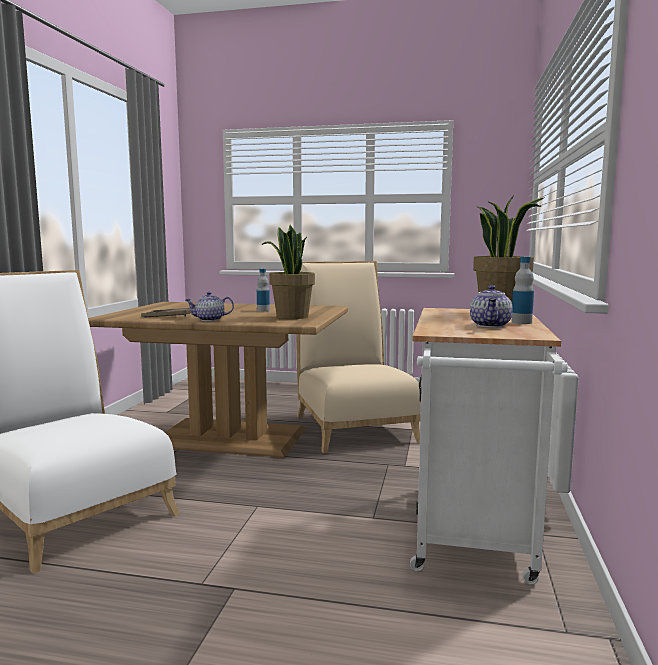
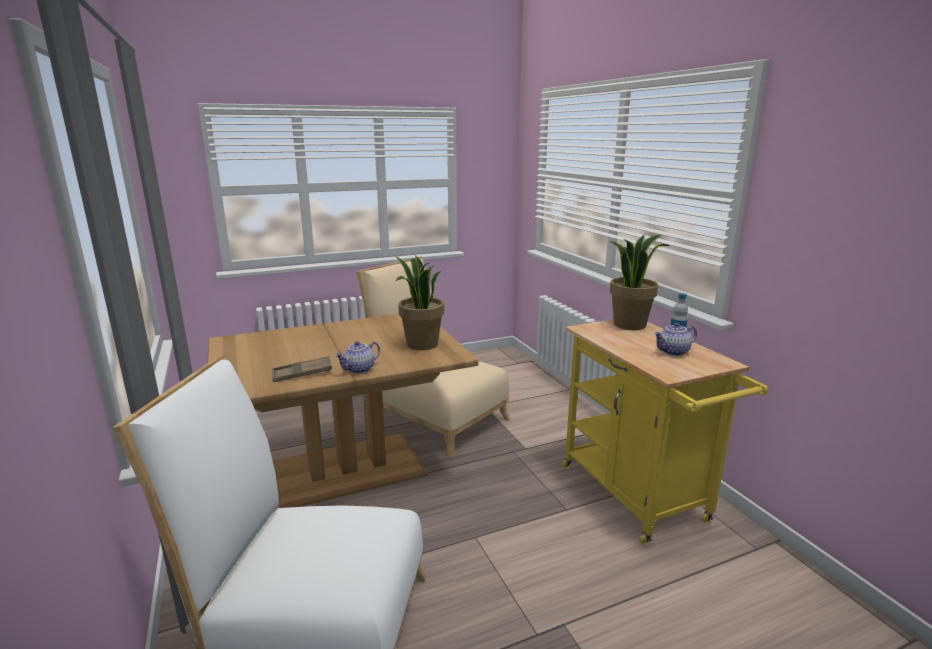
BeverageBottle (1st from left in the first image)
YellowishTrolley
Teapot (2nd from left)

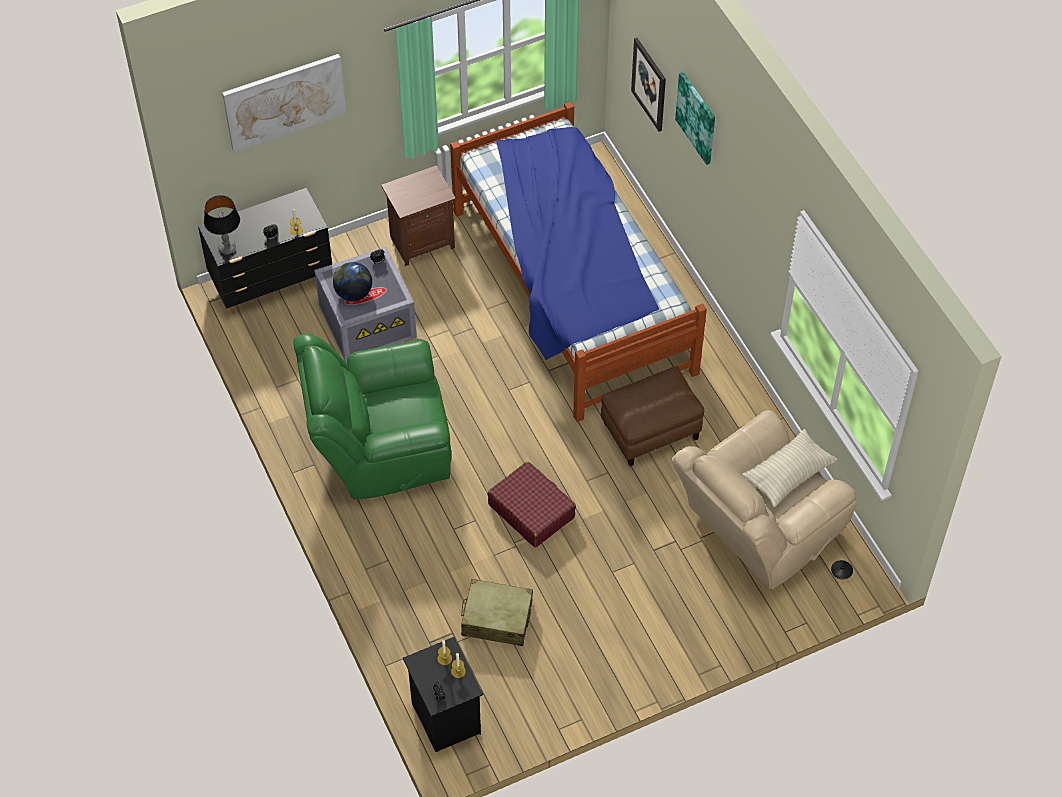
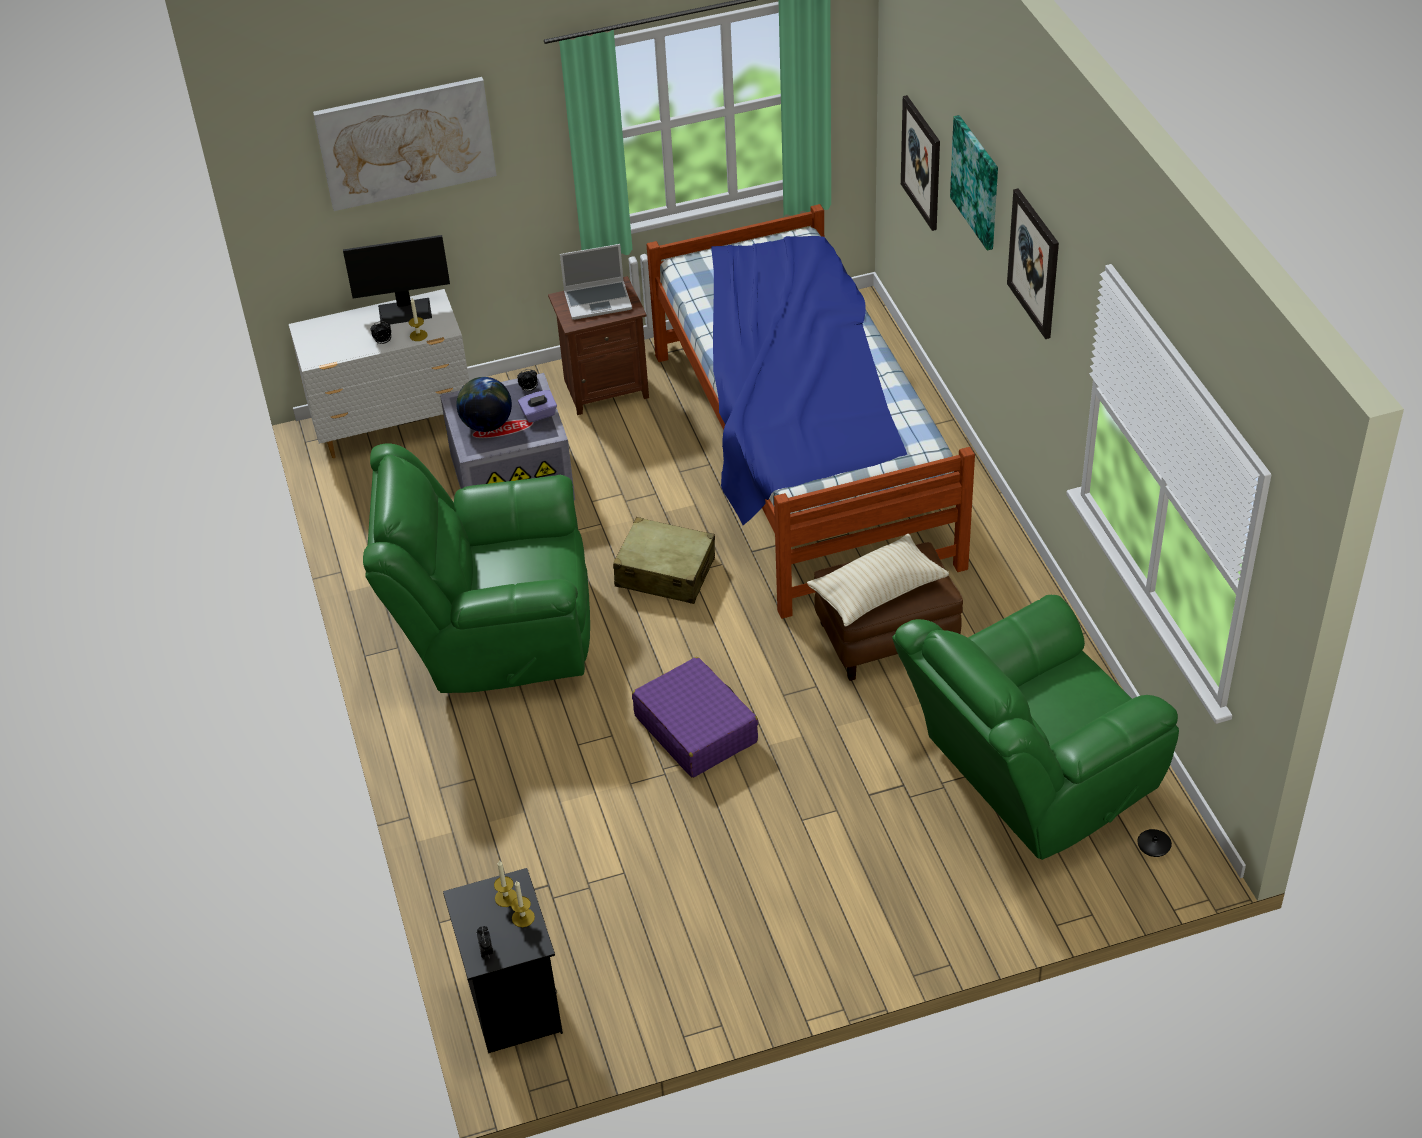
LampForATable
ComputerScreen
PurpleColouredBoxOfTissues
PortableComputer
WallArt (4th from left)
BeigeTravelCase
BeigePillow
WhiteColouredDresser
PurpleColouredTravelCase
GreenishLoungeChair (2nd from left)

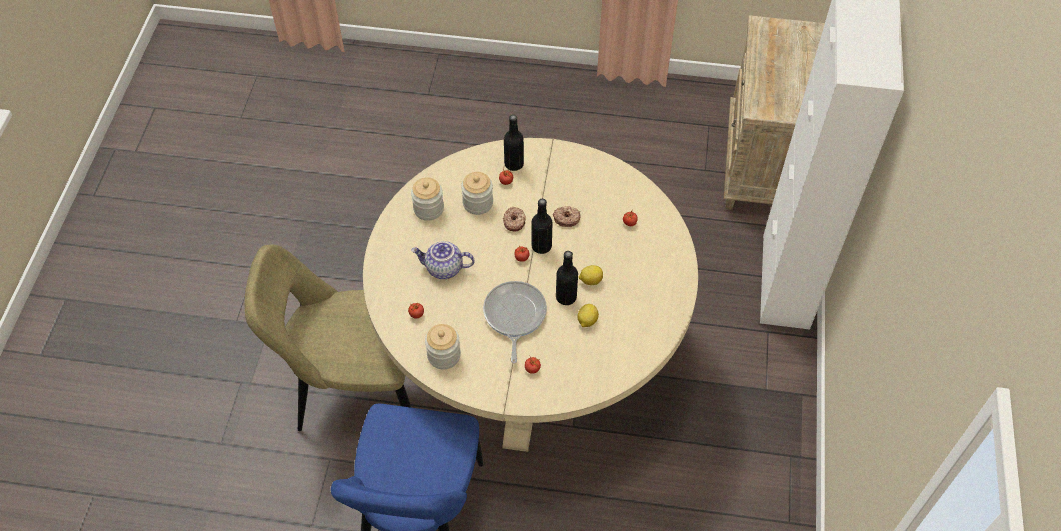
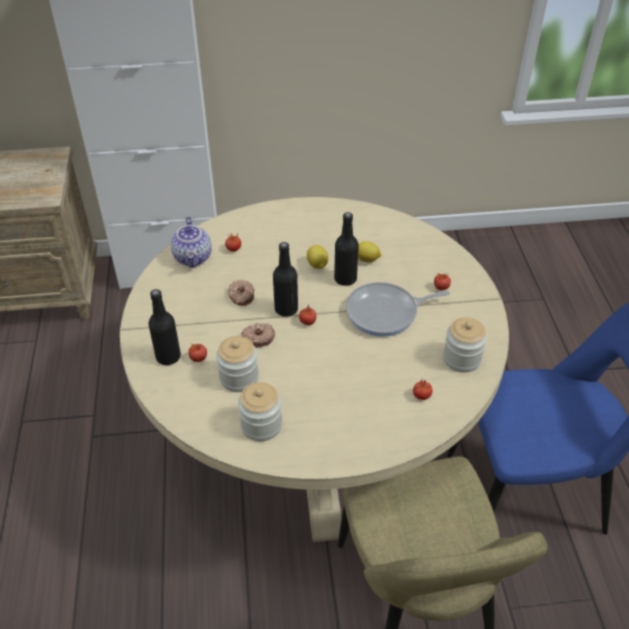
Teapot

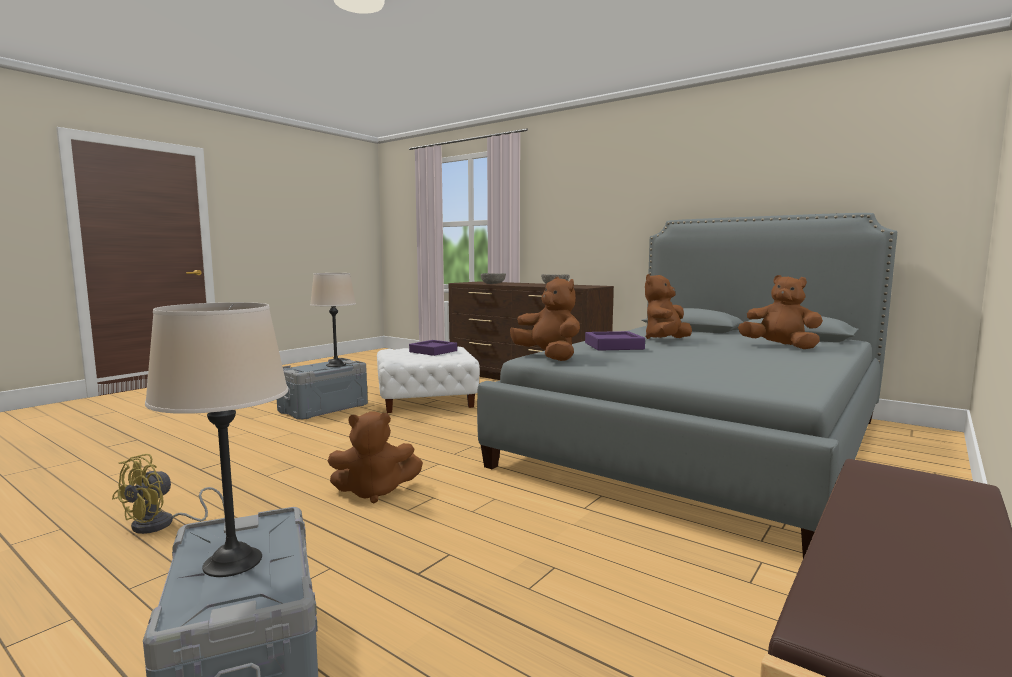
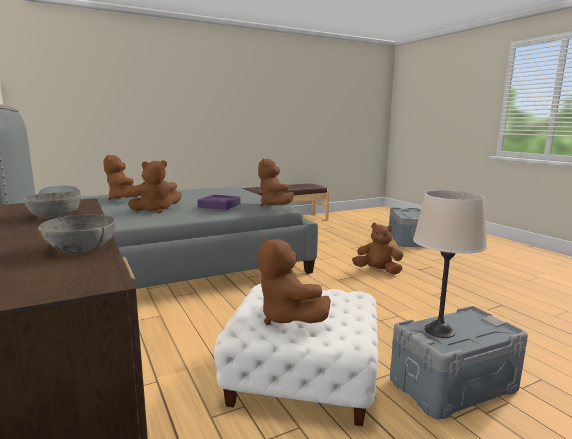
YellowishFan
BeigeLampForATable (1st from left in the first image)
BrownColouredCuddlyToy (4th from left)

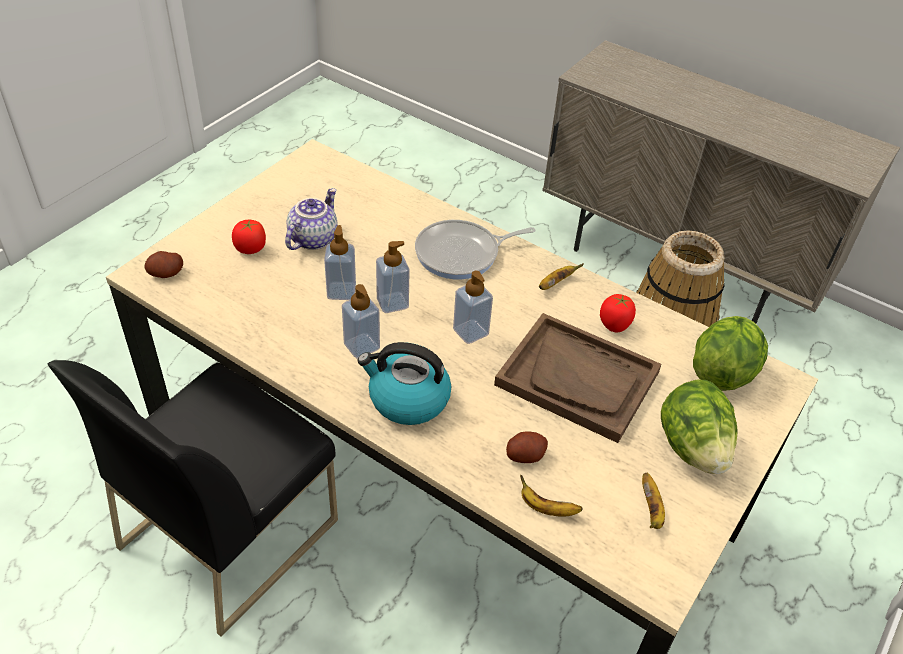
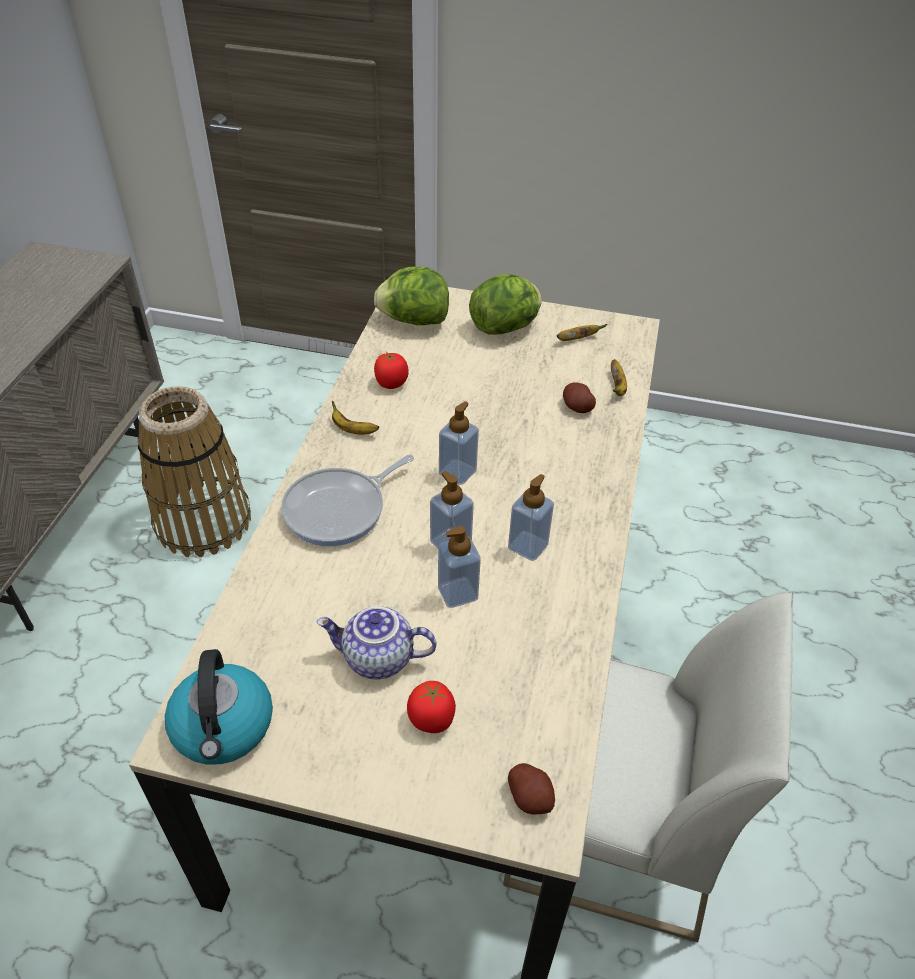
BrownColouredServingTray
TeaKettle
WhiteColouredPlainChair
FryingPan

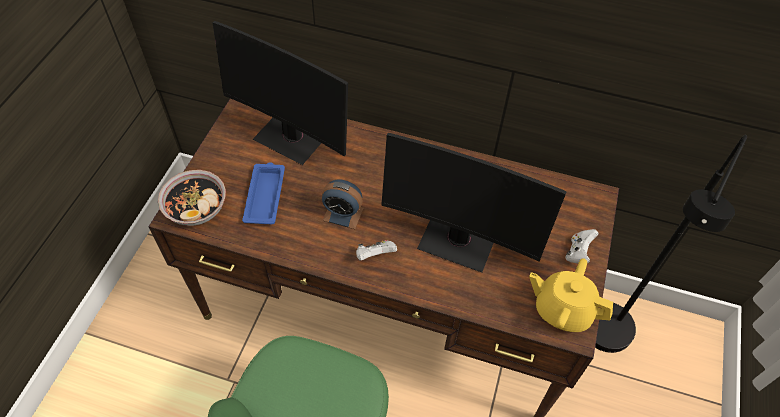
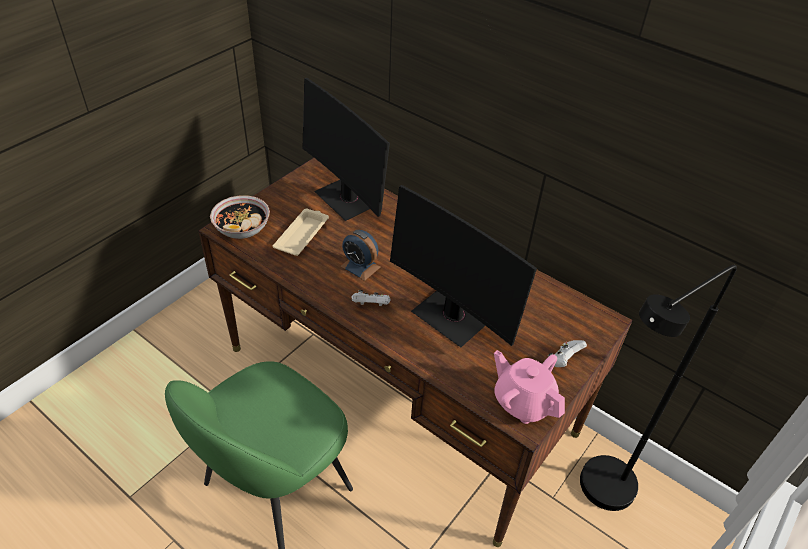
BeigeServingTray
PinkishTeapot

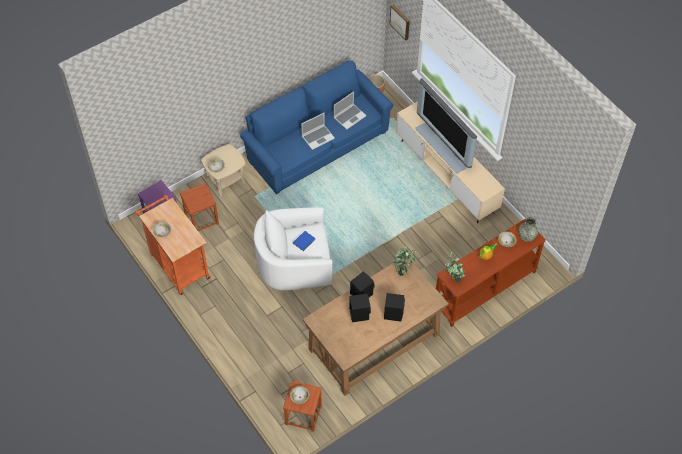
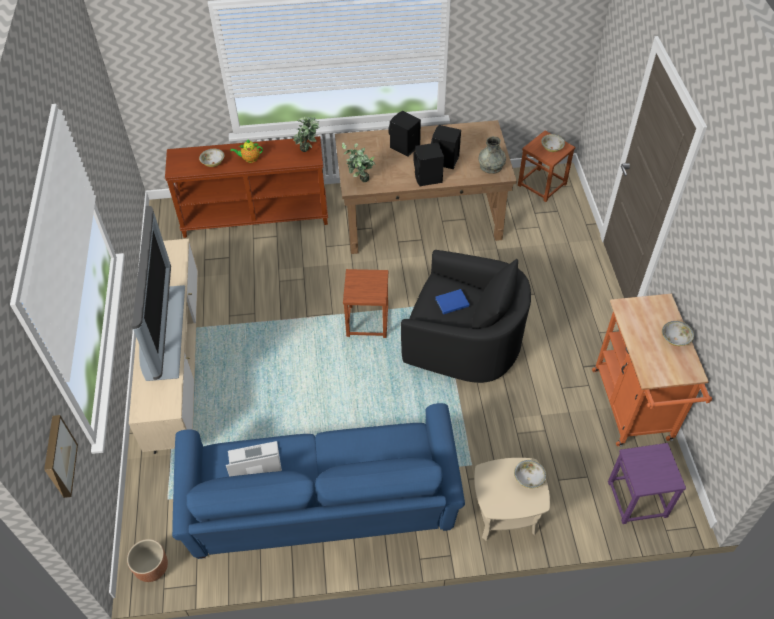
PortableComputer (1st from left in the first image)
BrownColouredStoolSeat (1st from left)
GreyishFlowerVase
BlackLoungeChair

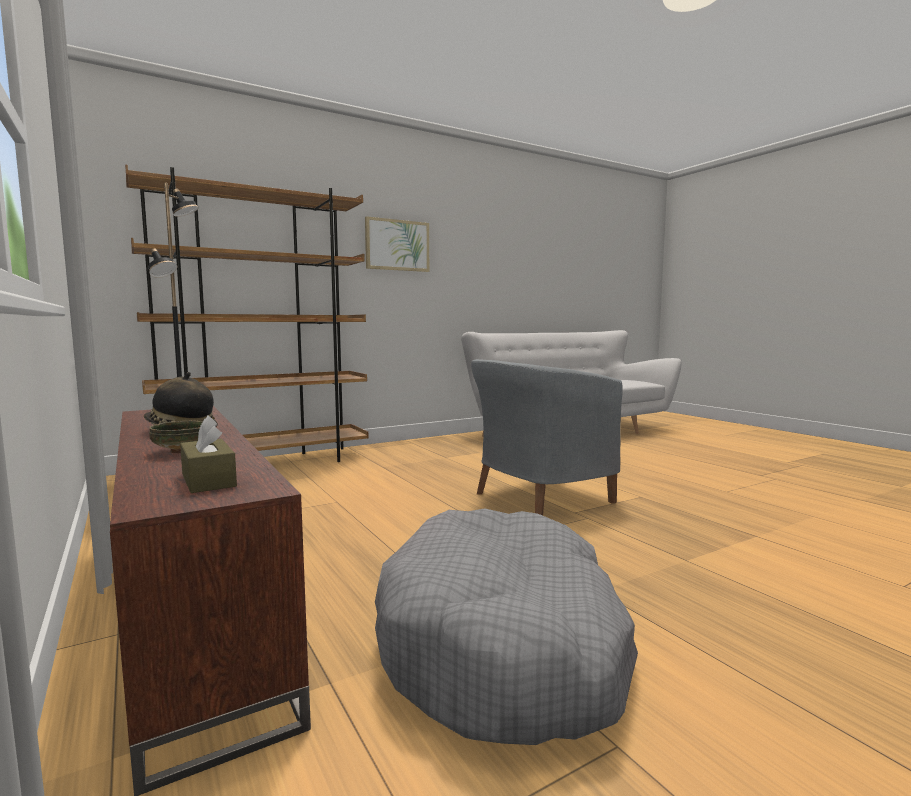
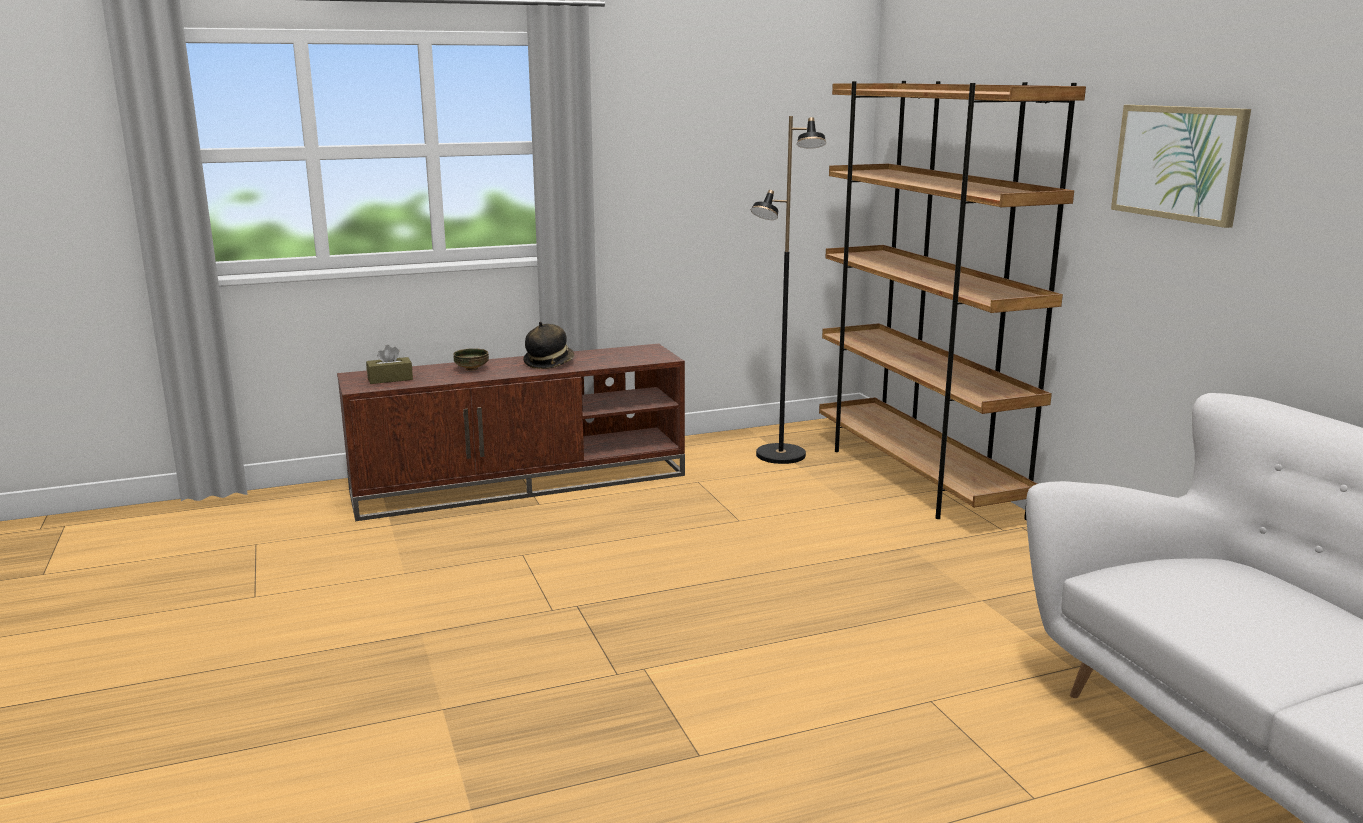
GreyishDogBed
GreyishLoungeChair

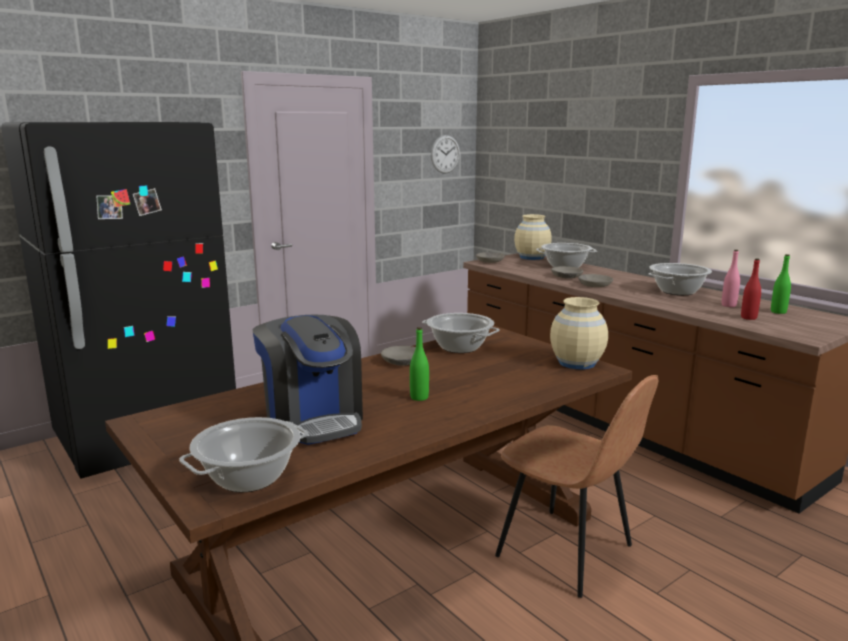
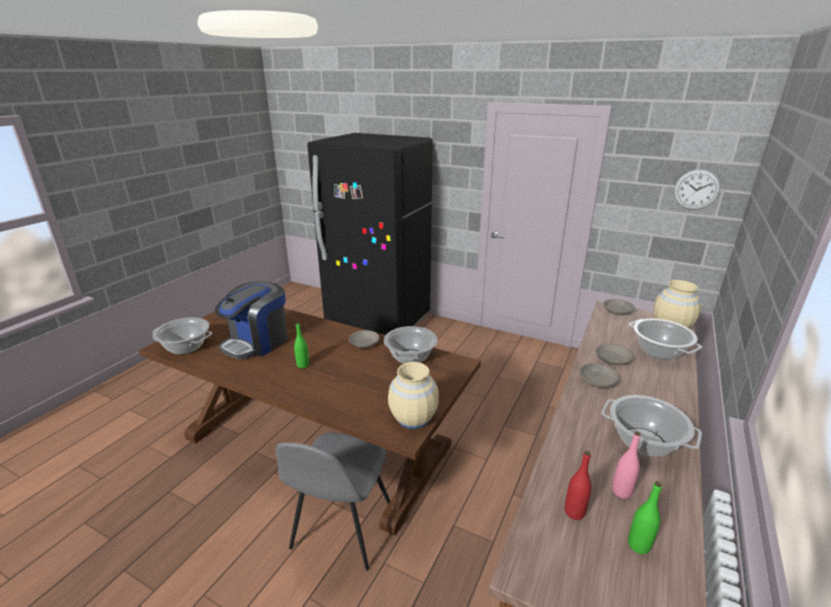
GreyishPlainChair

